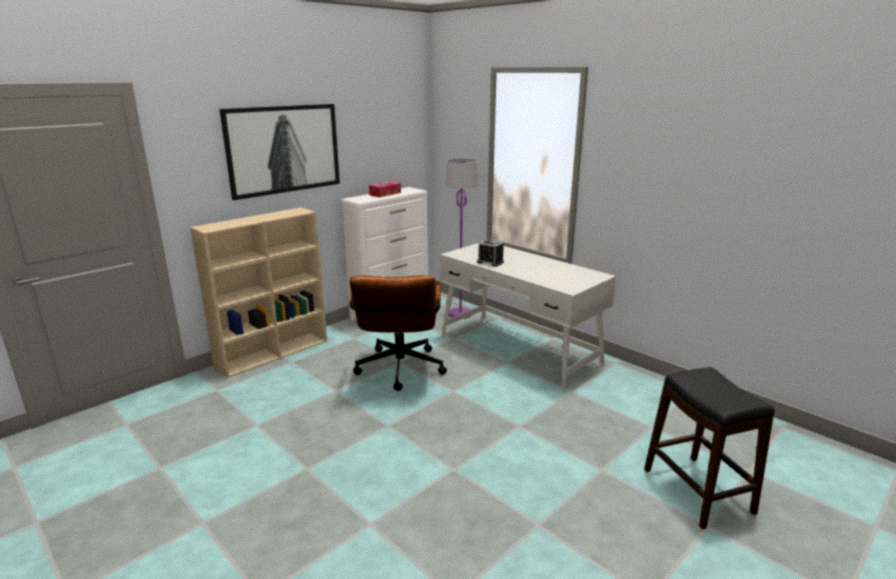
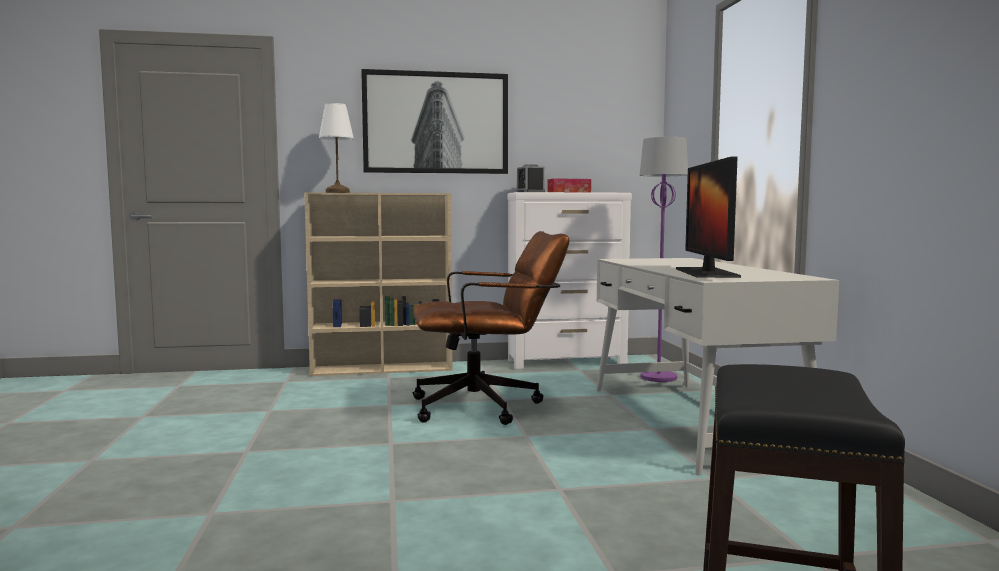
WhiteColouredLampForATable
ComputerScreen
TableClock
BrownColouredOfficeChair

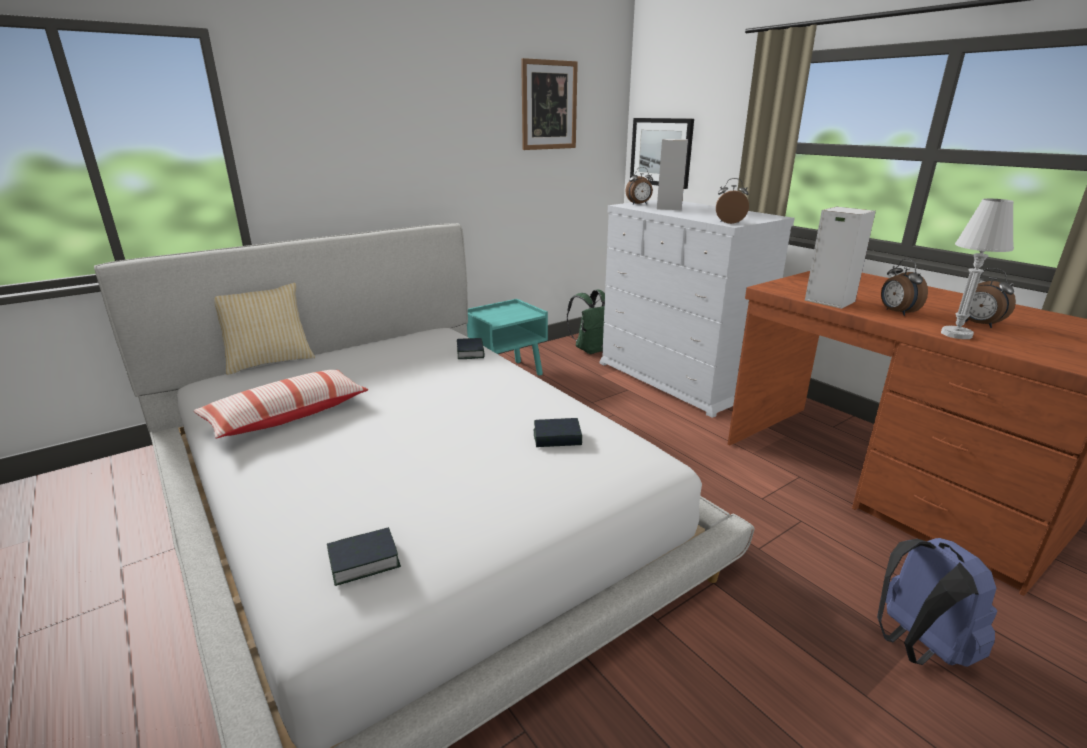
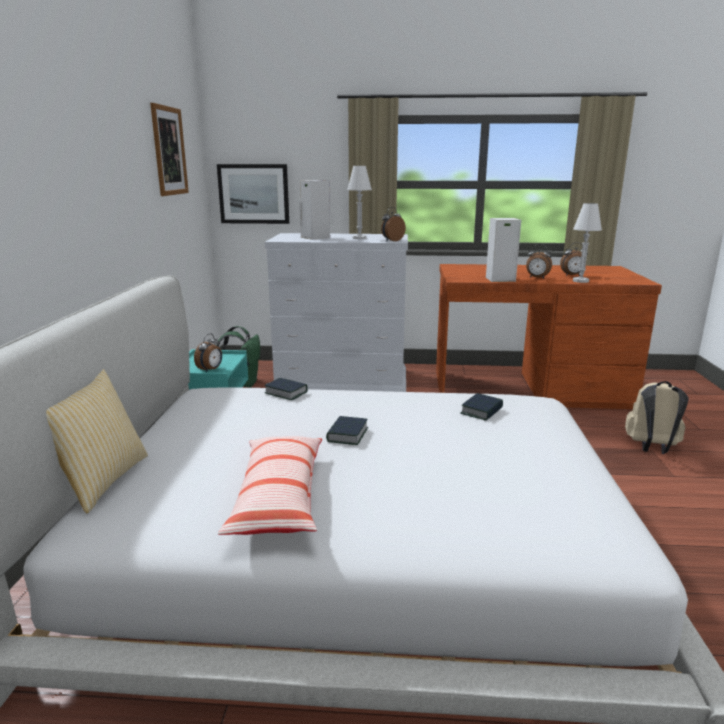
WhiteColouredLampForATable (1st from left)
Book (2nd from left)
TableClock (1st from left)
BeigeRucksack

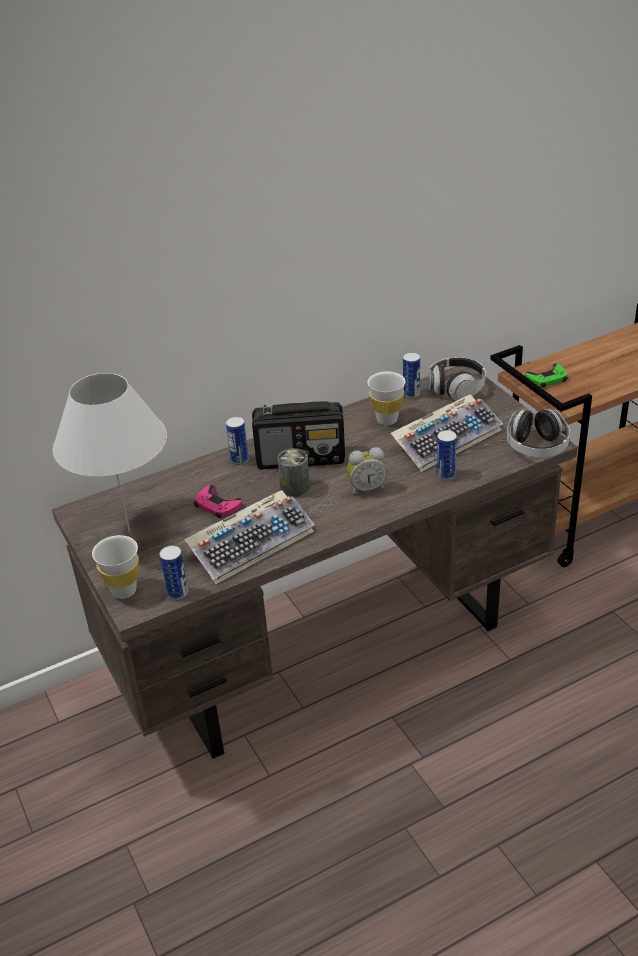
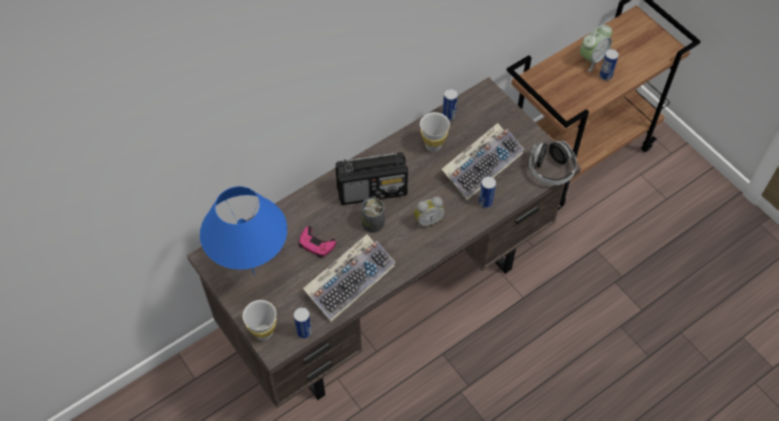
Headphones (1st from left in the first image)
GreenishJoypad
TableClock (2nd from left)
MetalCan (5th from left)
BlueColouredLampForATable

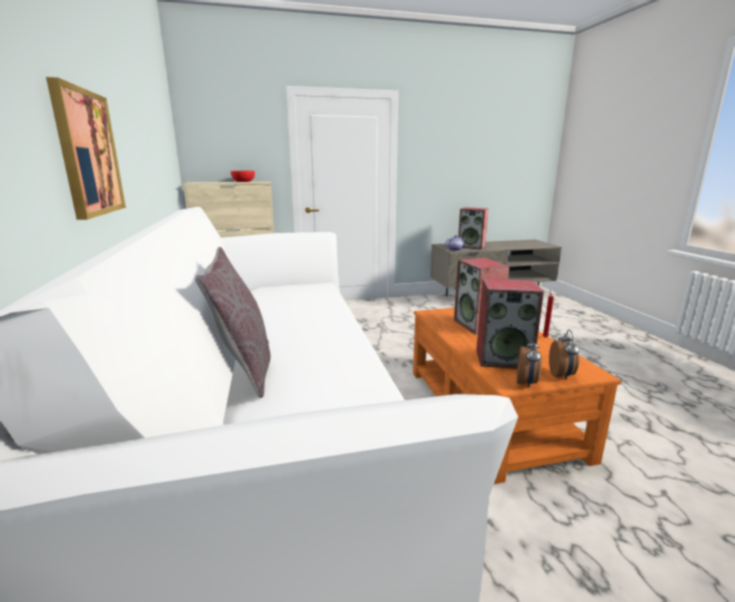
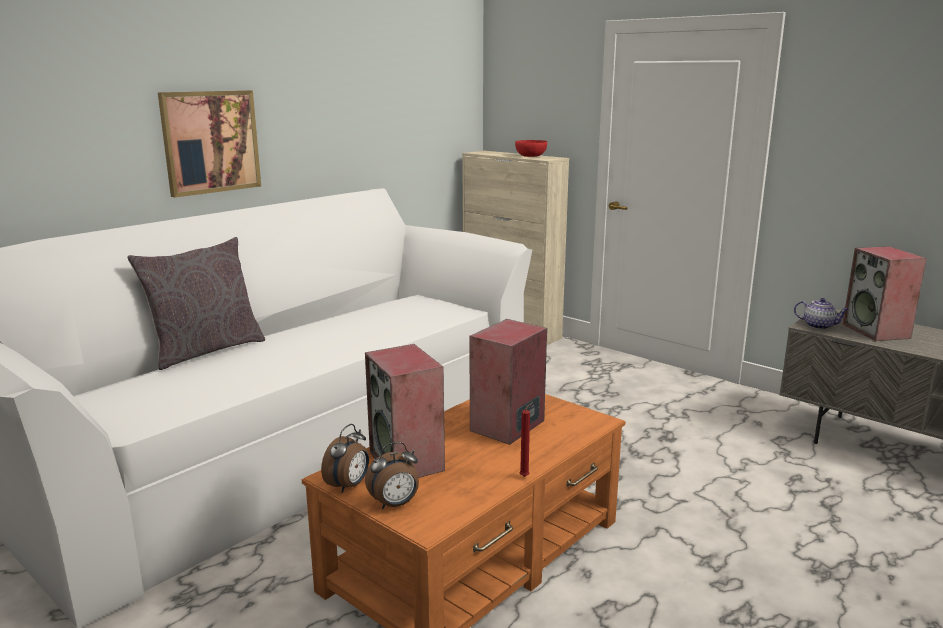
TableClock (1st from left)

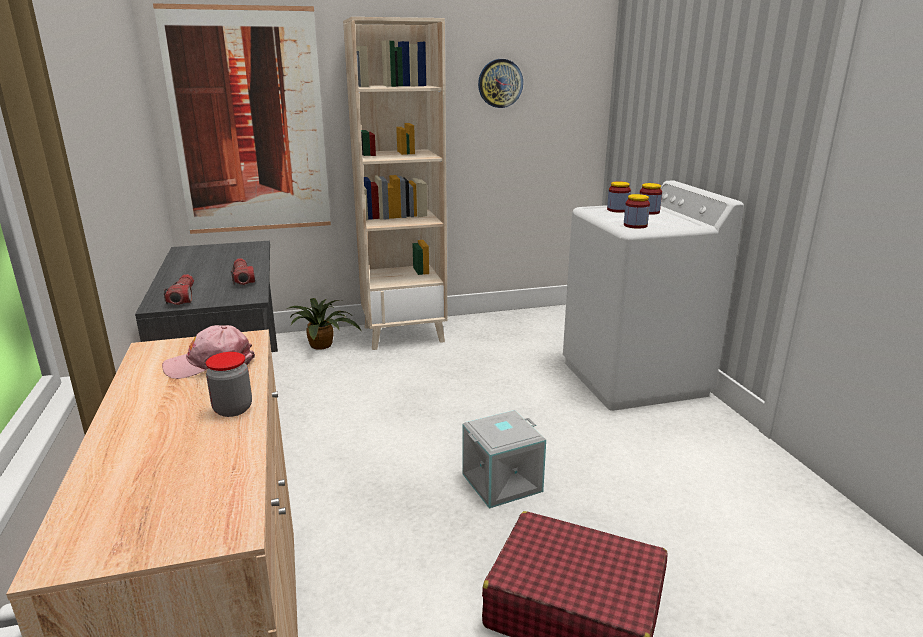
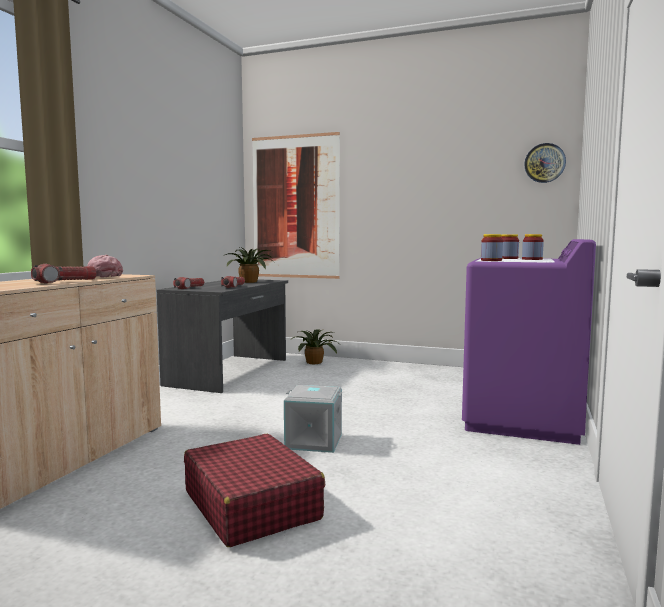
BeigeBookshelf
PottedPlant (1st from left)
HangingClock
HandTorch (1st from left)
PurpleColouredLaundryAppliance

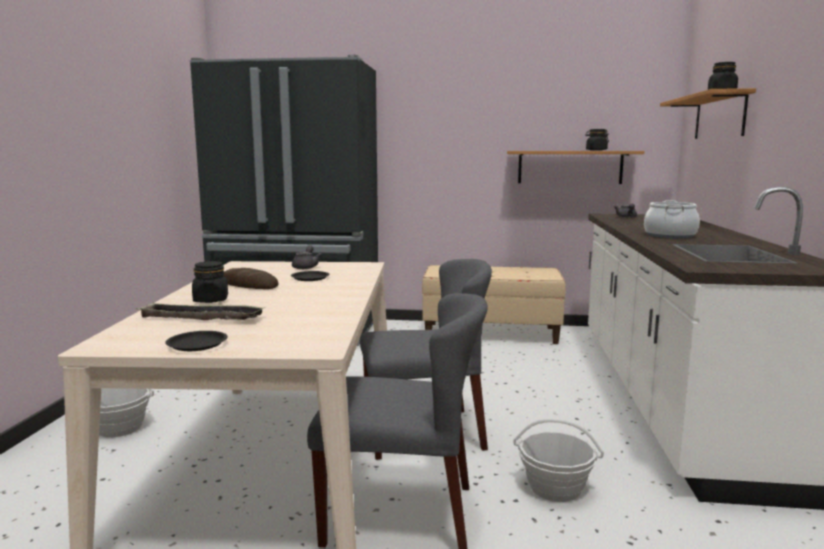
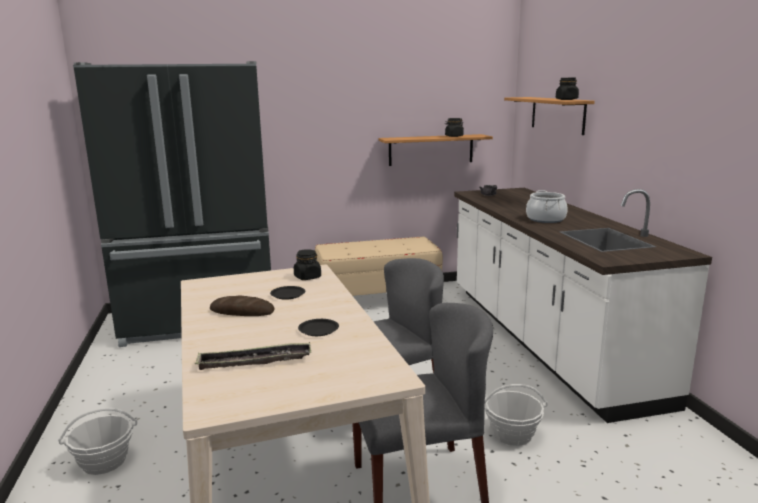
GreyishTeapot (1st from left in the first image)
BlackFlatDish (2nd from left)
BlackPreserveJar (1st from left)

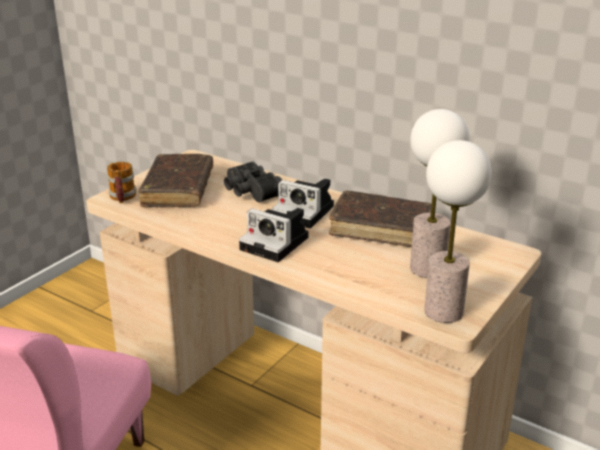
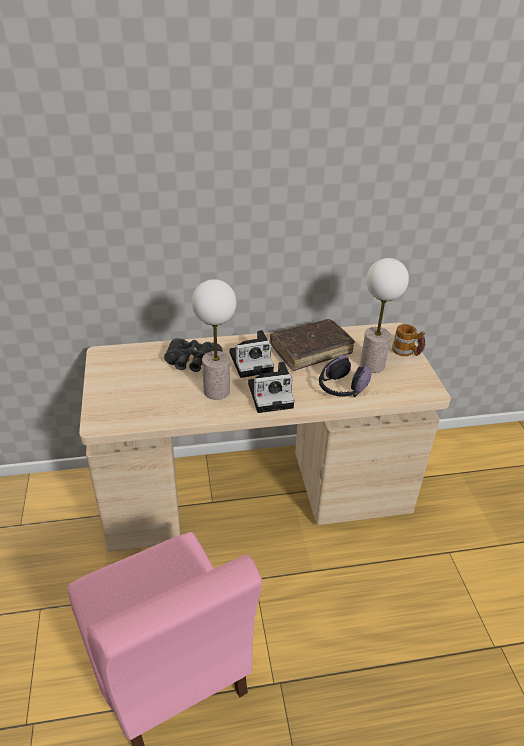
BrownColouredBook (1st from left in the first image)
Headphones
Mug
LampForATable (1st from left)

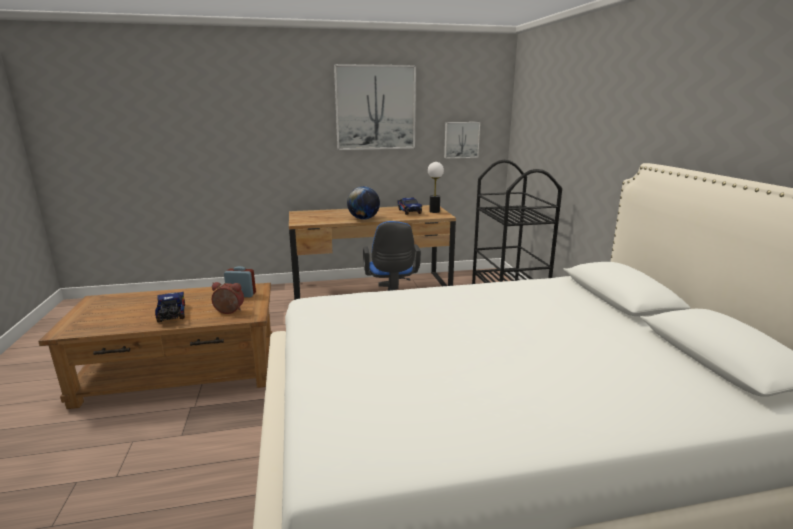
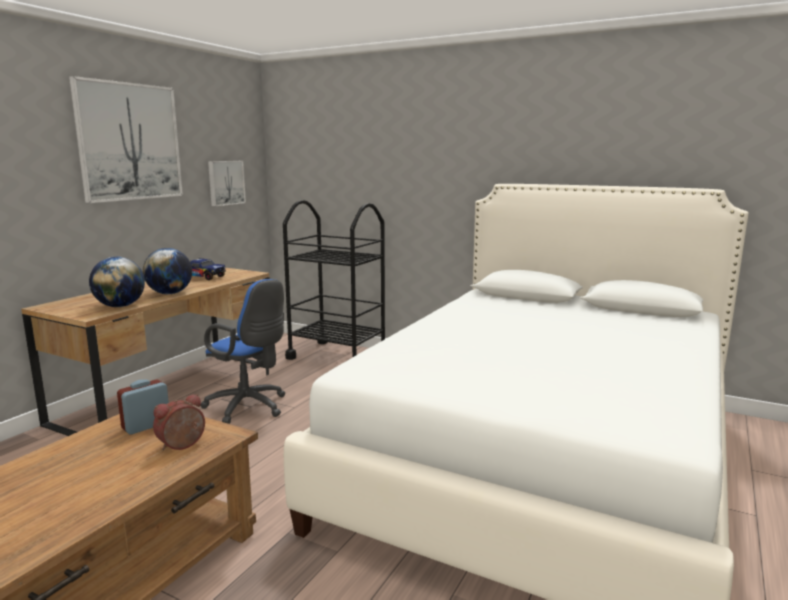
ToyTruck (1st from left in the first image)
LampForATable
Globe (1st from left)

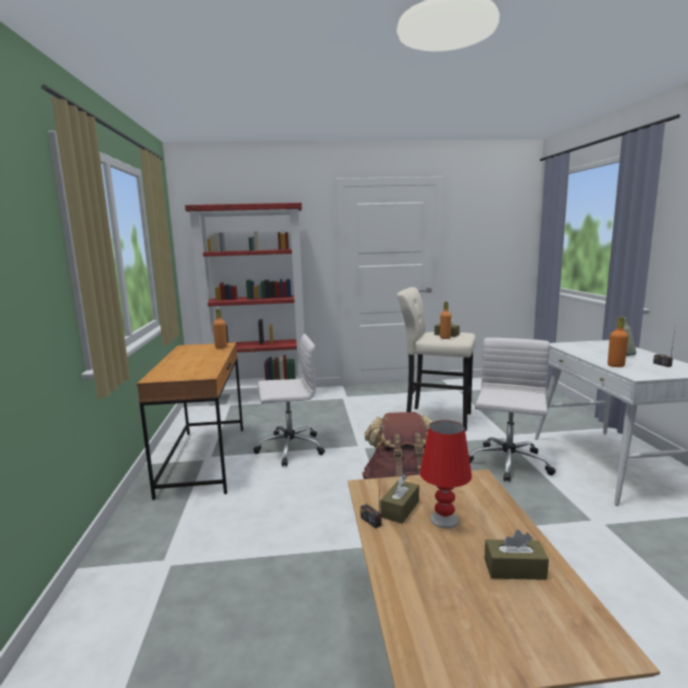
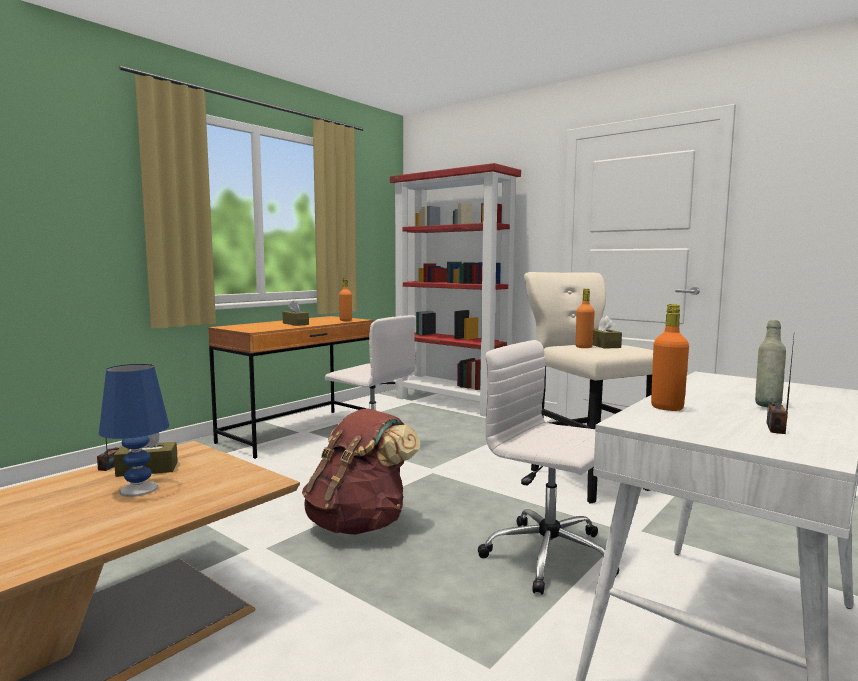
BrownColouredBoxOfTissues (2nd from left)
BlueColouredLampForATable
WhiteColouredOfficeChair (2nd from left)

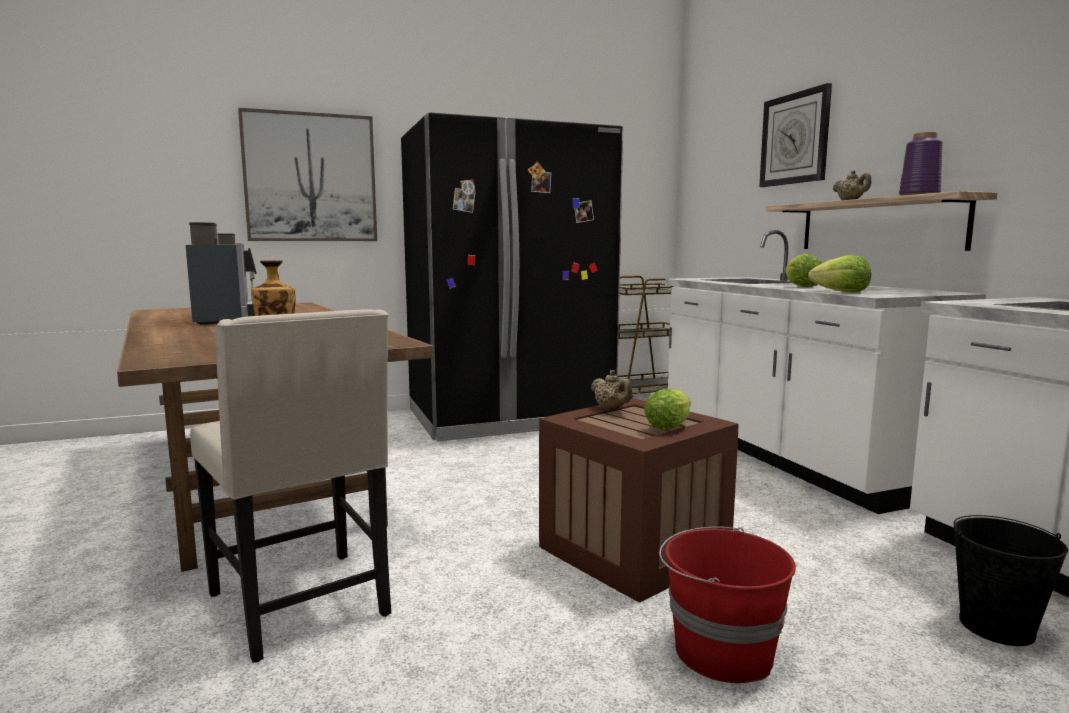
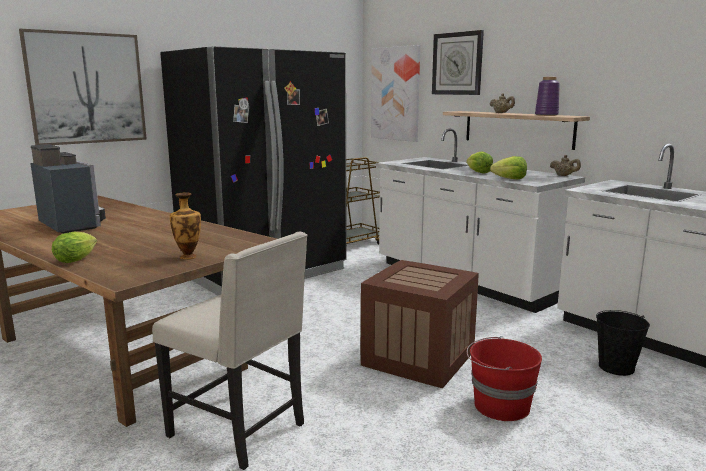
WallArt (2nd from left)
BeigeTeapot (2nd from left)
HeadOfLettuce (1st from left)

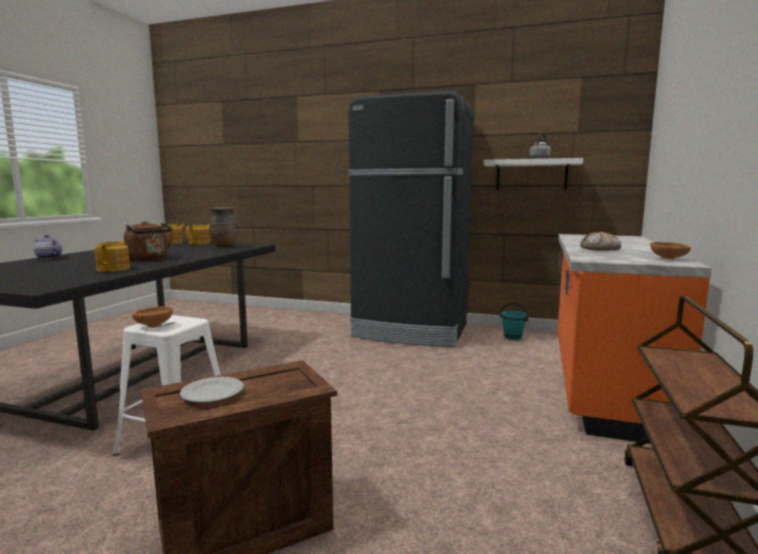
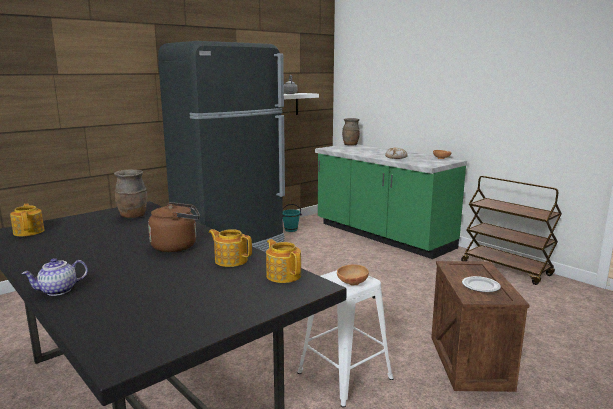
BrownColouredFlowerVase (2nd from left)
Teapot (4th from left)
GreenishKitchenBaseUnit

